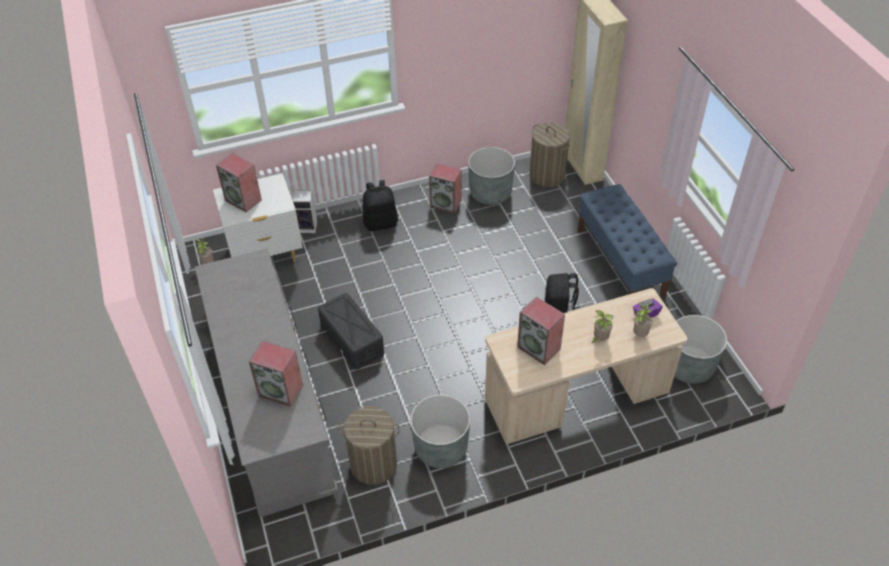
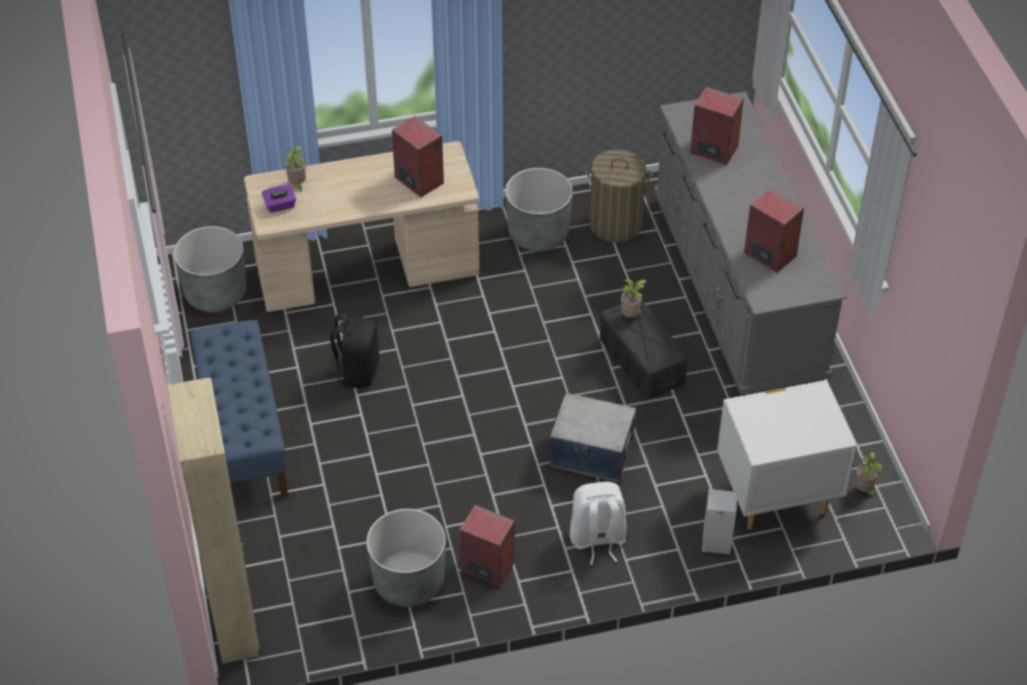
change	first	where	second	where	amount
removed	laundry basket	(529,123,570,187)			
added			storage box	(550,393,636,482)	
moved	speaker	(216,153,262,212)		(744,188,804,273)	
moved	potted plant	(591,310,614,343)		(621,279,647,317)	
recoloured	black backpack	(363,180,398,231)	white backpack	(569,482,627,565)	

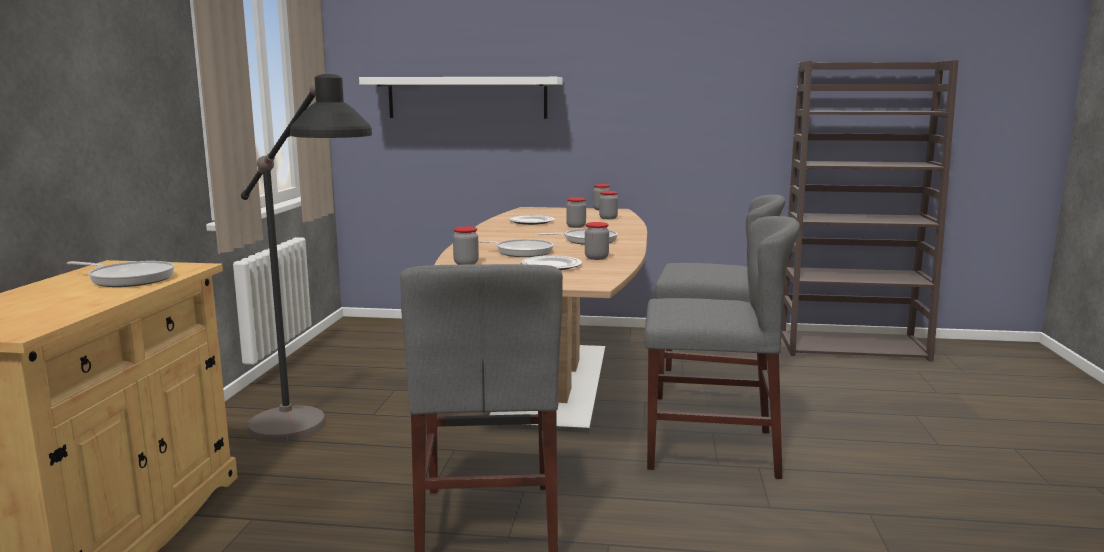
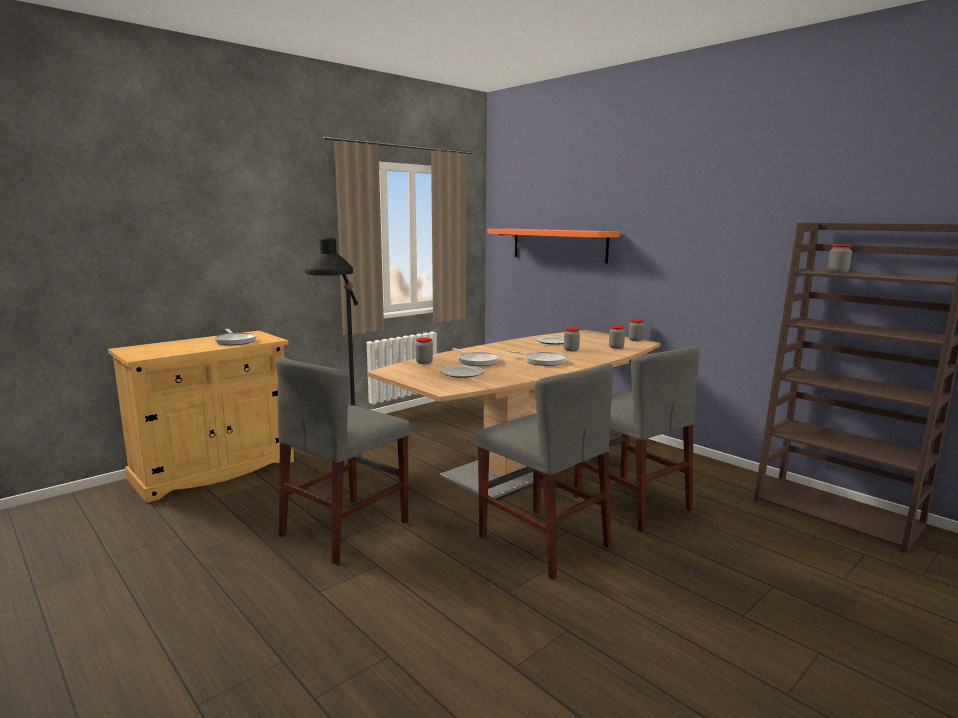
change	first	where	second	where	amount
moved	jar	(585,222,609,260)		(828,244,852,273)	
recoloured	white shelf	(359,77,563,119)	orange shelf	(487,229,620,264)	

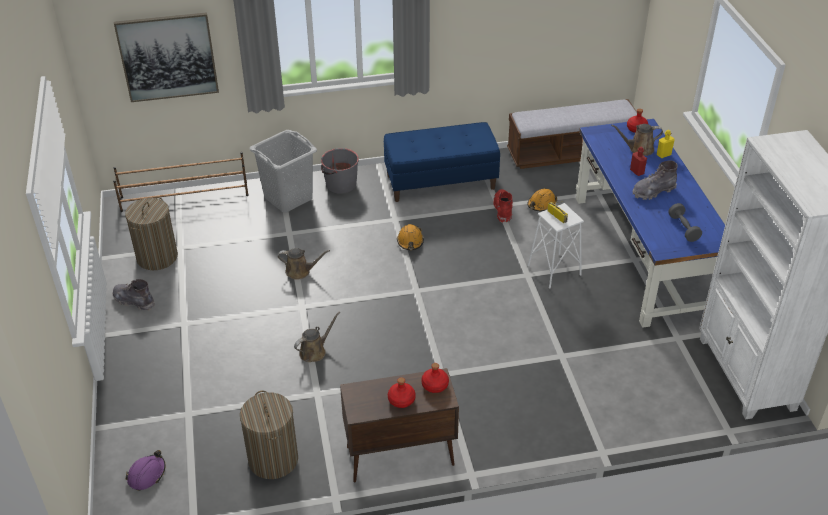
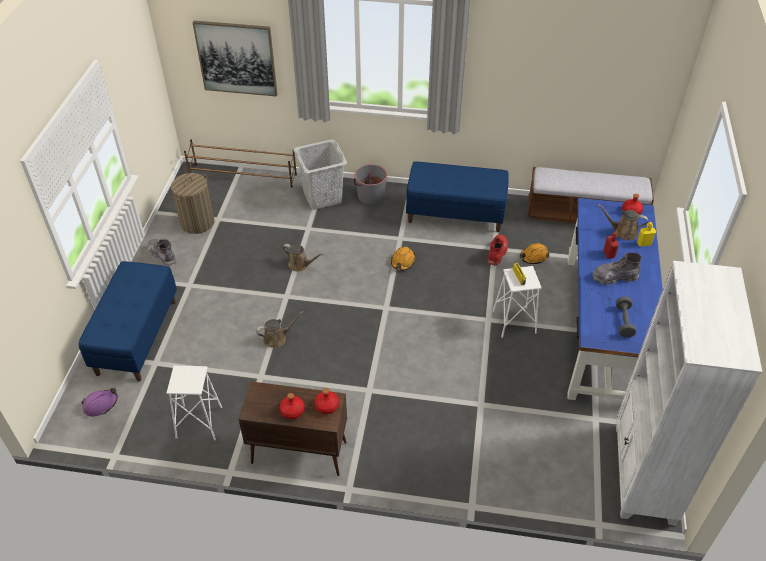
change	first	where	second	where	amount
added			blue bench	(78,261,177,382)	
replaced	laundry basket	(240,390,298,479)	white stool	(167,366,222,440)	

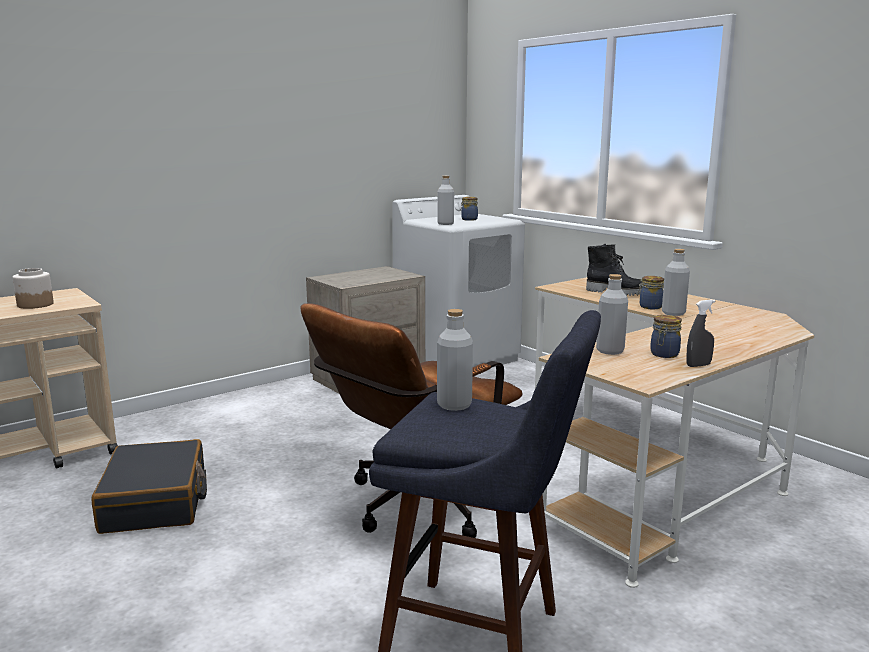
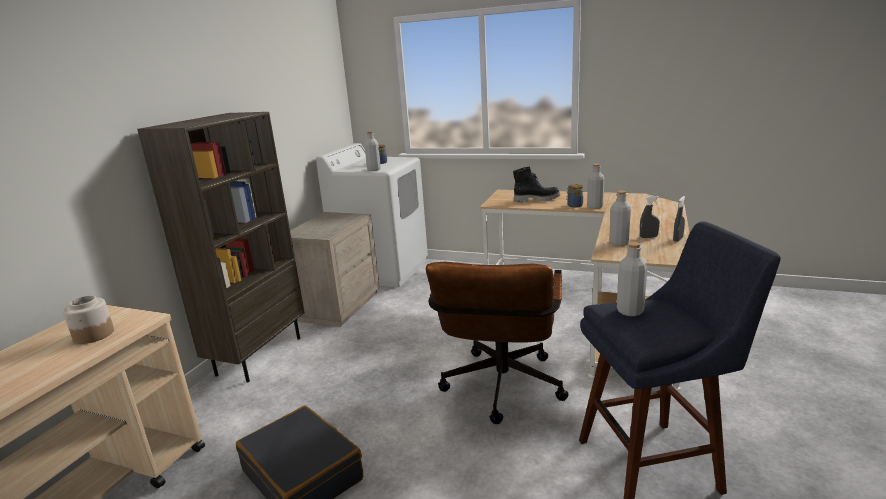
change	first	where	second	where	amount
added			brown bookcase	(137,112,305,383)	
replaced	jar	(650,315,682,358)	grey spray bottle	(640,196,660,238)	

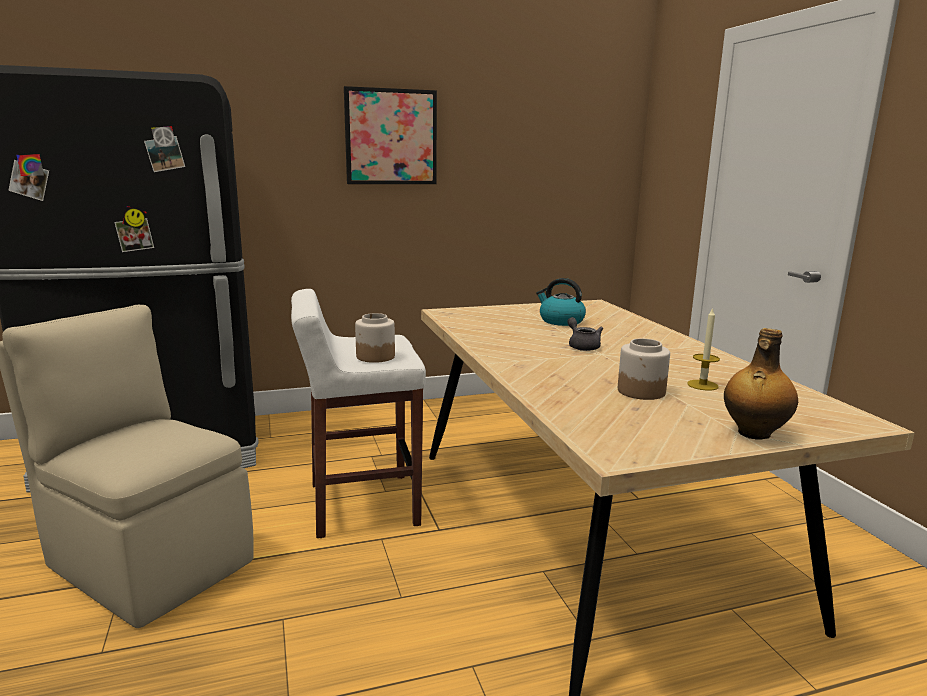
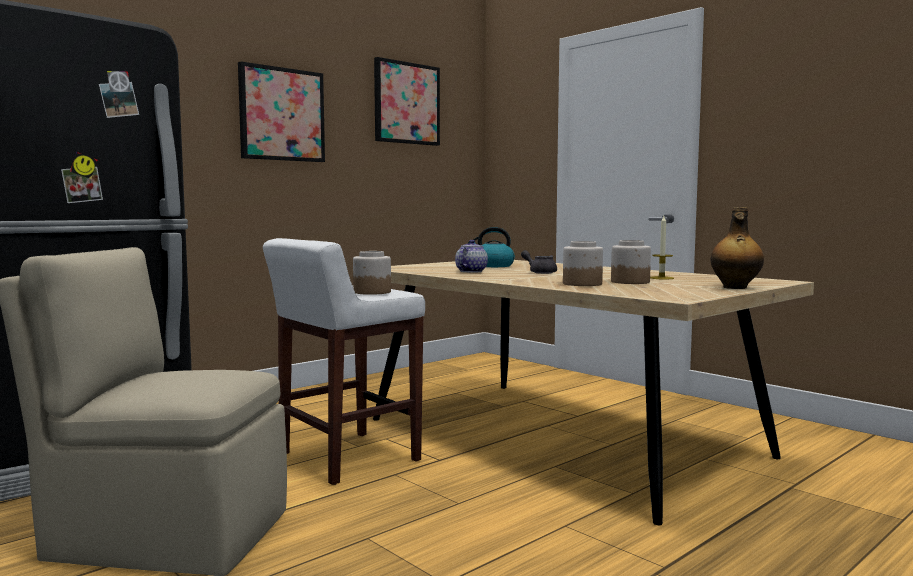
change	first	where	second	where	amount
added			picture	(374,57,440,146)	
added			teapot	(455,240,488,273)	
added			jar	(563,241,603,286)	

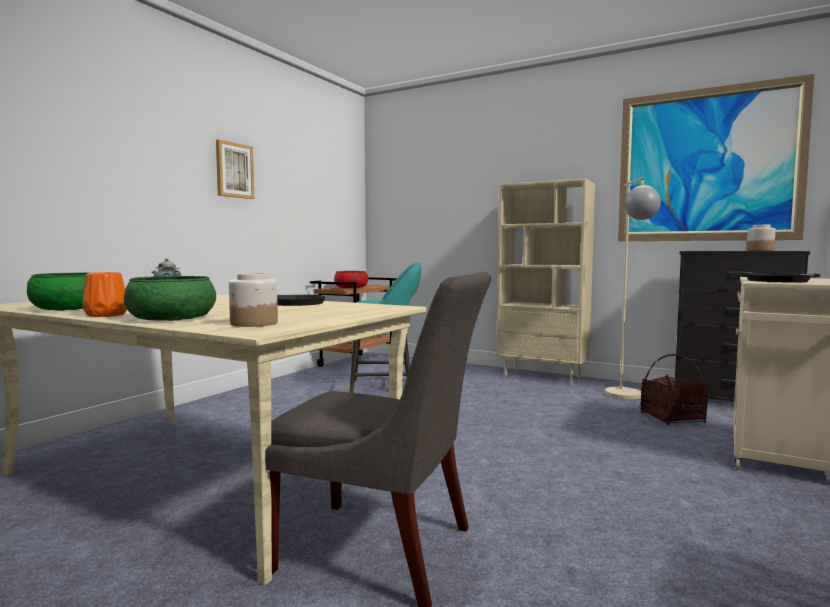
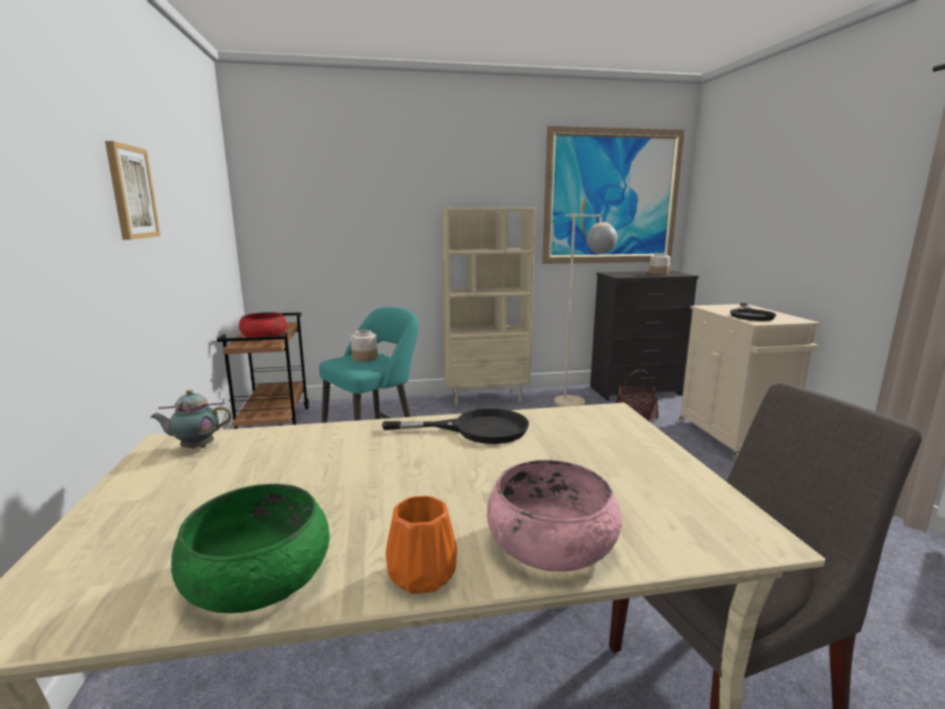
change	first	where	second	where	amount
moved	jar	(229,273,278,327)		(351,330,378,362)	
recoloured	green bowl	(124,276,216,321)	pink bowl	(487,460,623,571)	

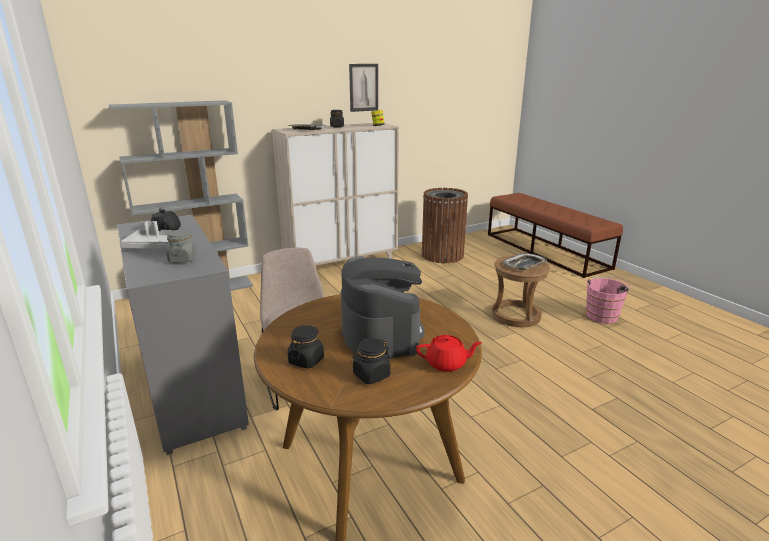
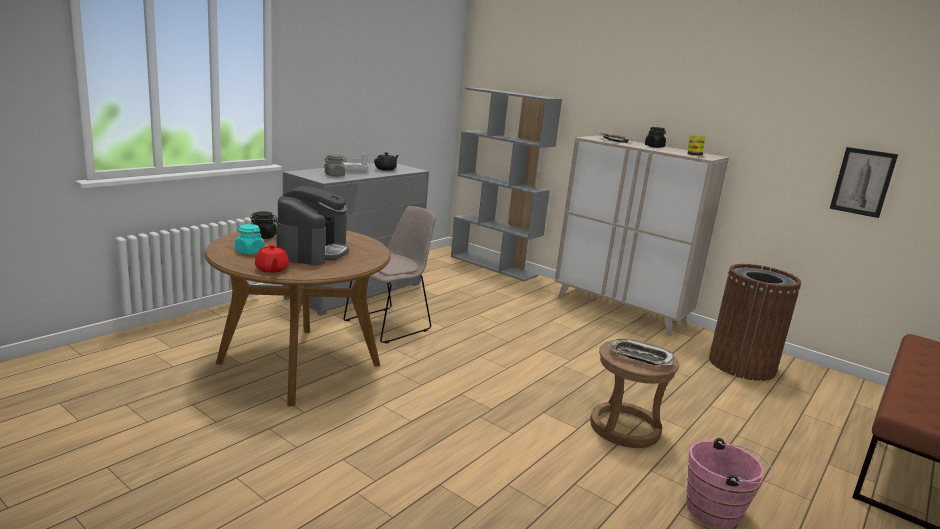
change	first	where	second	where	amount
moved	picture	(349,64,378,112)		(830,147,898,218)	
recoloured	black jar	(352,338,390,384)	turquoise jar	(235,224,264,254)	
turned	coffee machine	(341,256,425,359)		(276,186,349,265)	45 degrees counterclockwise

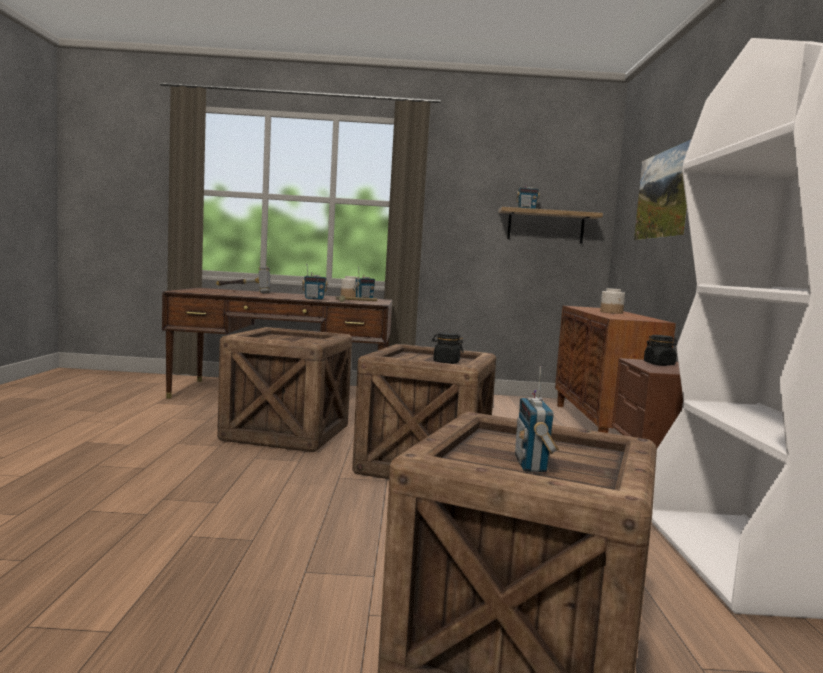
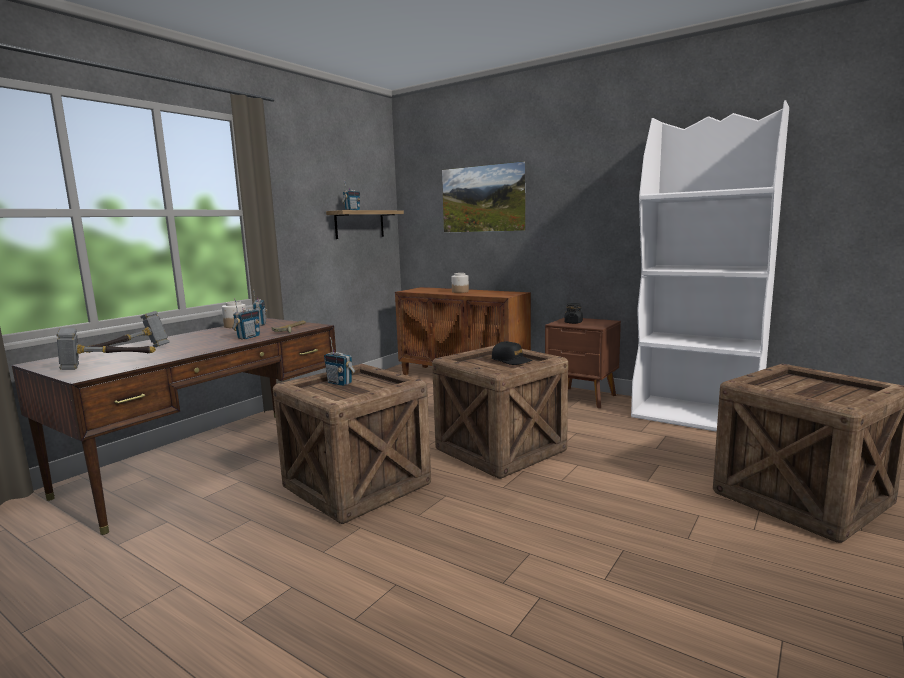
change	first	where	second	where	amount
added			hammer	(57,328,156,370)	
moved	radio	(515,366,559,473)		(324,337,356,386)	
replaced	black jar	(431,332,463,364)	black cap	(492,341,532,365)	

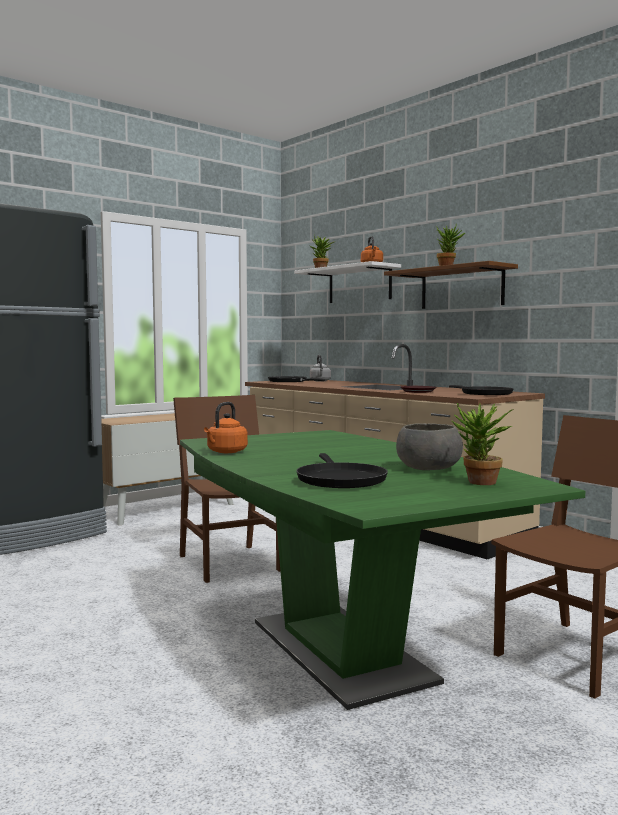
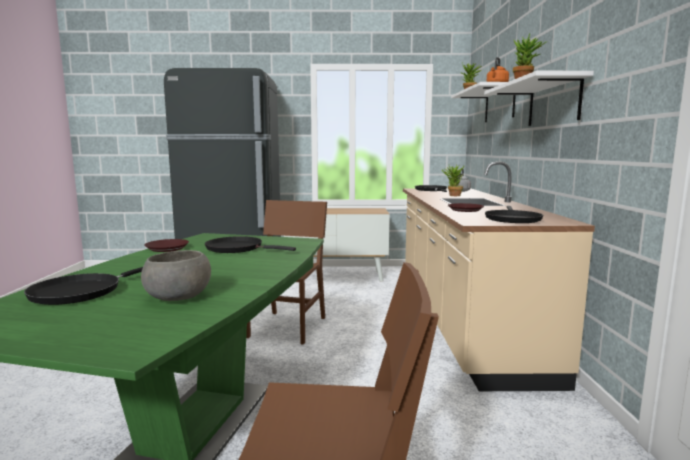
change	first	where	second	where	amount
added			black frying pan	(205,236,296,253)	
moved	potted plant	(452,403,514,485)		(441,165,465,196)	
replaced	orange kettle	(204,402,248,453)	brown plate	(144,239,189,252)	
recoloured	brown shelf	(384,261,518,309)	white shelf	(484,71,594,126)	

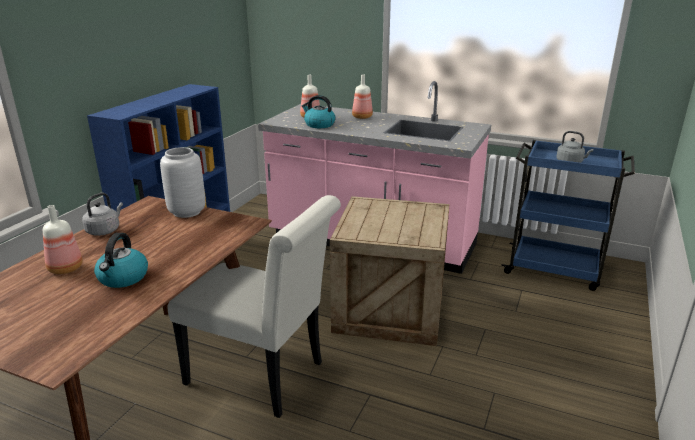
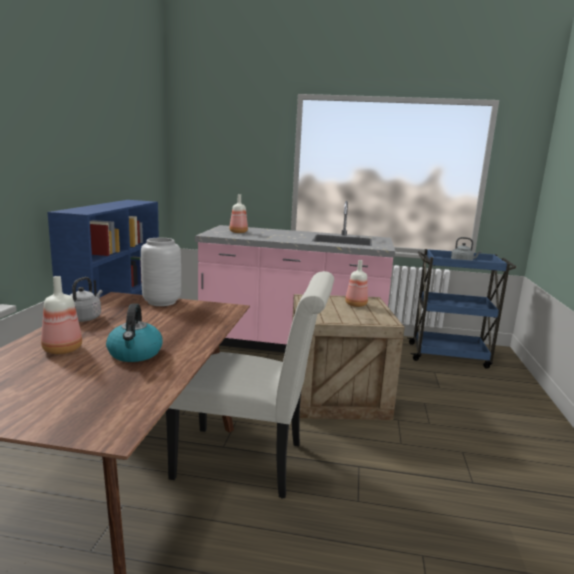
change	first	where	second	where	amount
removed	kettle	(302,95,336,128)			
moved	bottle	(352,74,373,119)		(345,260,368,307)	

